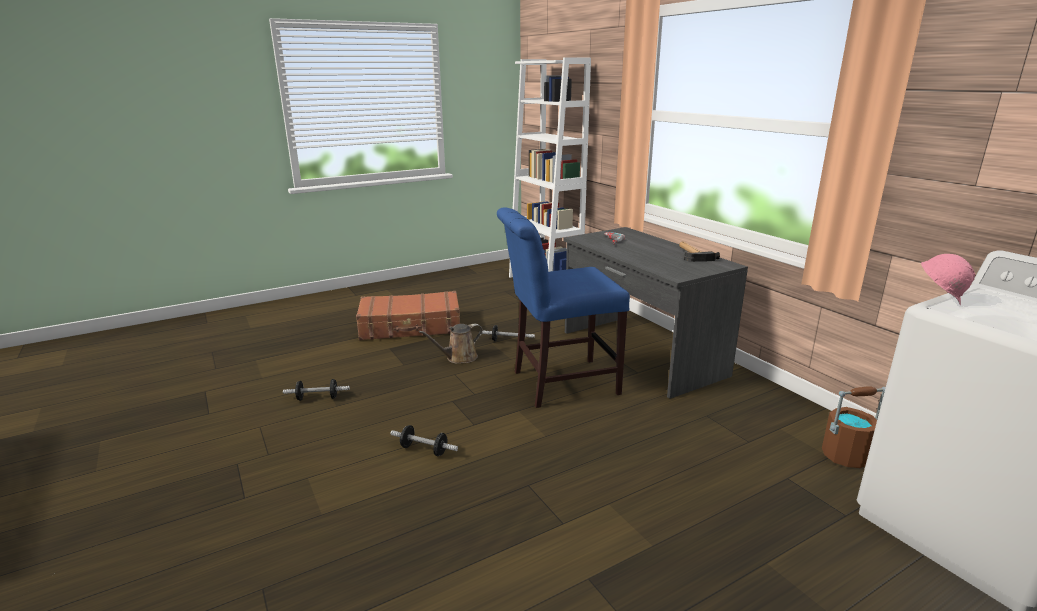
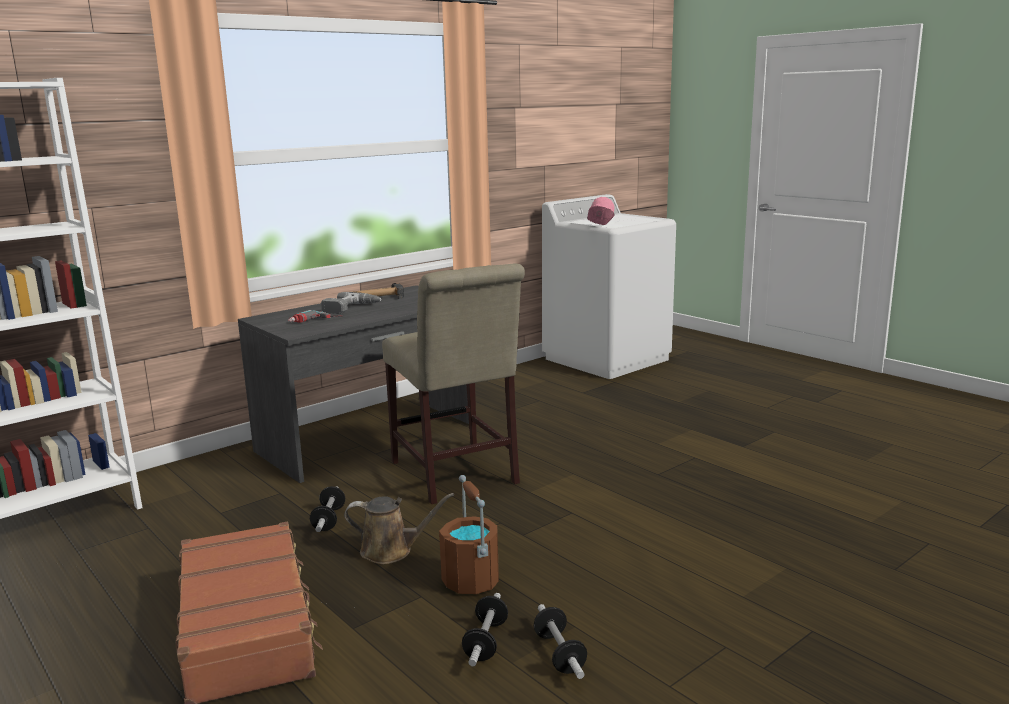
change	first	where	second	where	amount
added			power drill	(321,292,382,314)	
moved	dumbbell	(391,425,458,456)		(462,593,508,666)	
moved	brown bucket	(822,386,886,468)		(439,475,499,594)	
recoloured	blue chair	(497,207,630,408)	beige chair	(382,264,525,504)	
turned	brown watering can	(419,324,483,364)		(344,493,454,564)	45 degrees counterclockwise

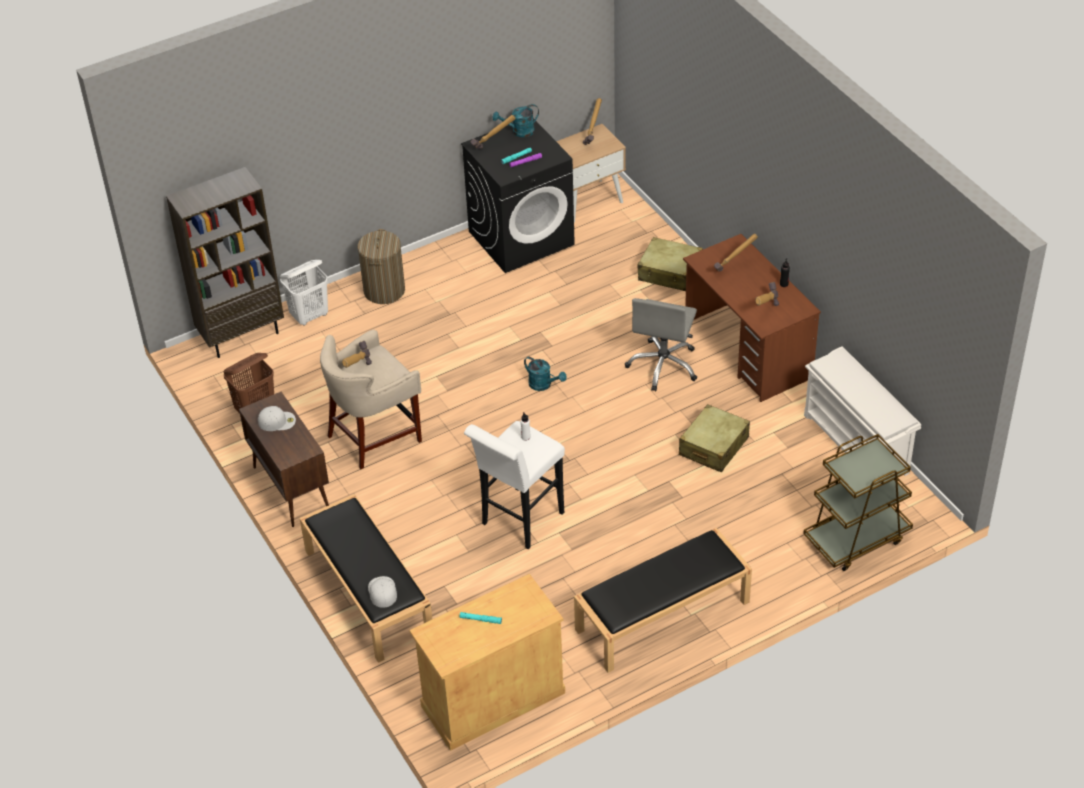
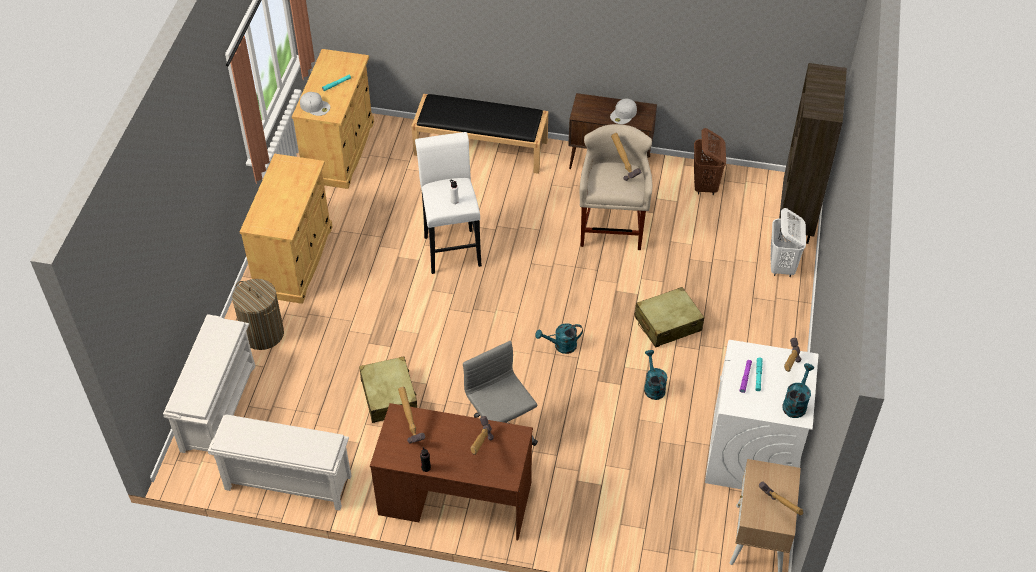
change	first	where	second	where	amount
added			turquoise watering can	(644,350,667,400)	
moved	laundry basket	(358,229,405,304)		(232,279,284,350)	
moved	white cap	(368,576,397,608)		(300,92,330,116)	
moved	beige suitcase	(637,237,703,291)		(634,287,704,348)	
replaced	black bench	(574,528,752,673)	beige cabinet	(240,154,333,304)	
replaced	brown cart	(803,434,913,571)	white shoe rack	(163,314,255,458)	
recoloured	black washing machine	(461,118,575,273)	white washing machine	(705,340,819,489)	

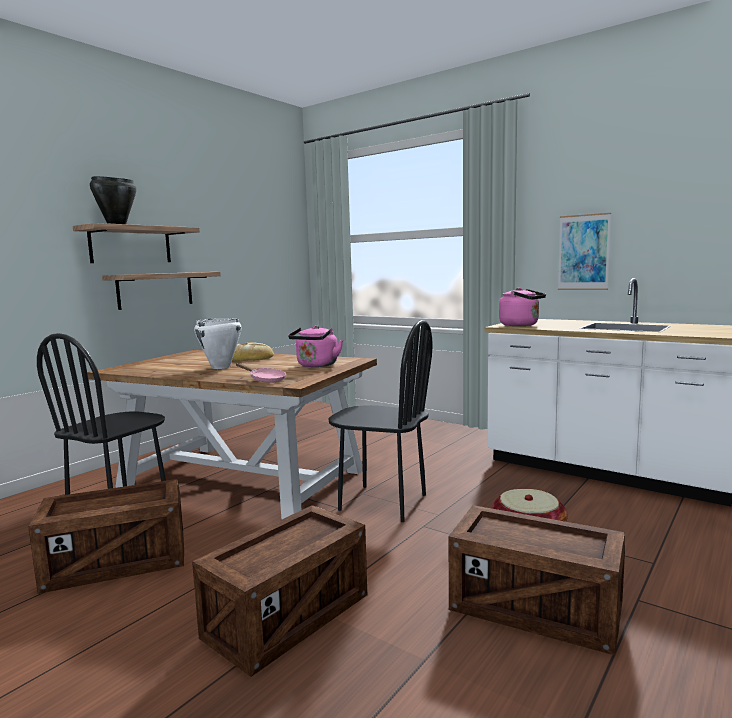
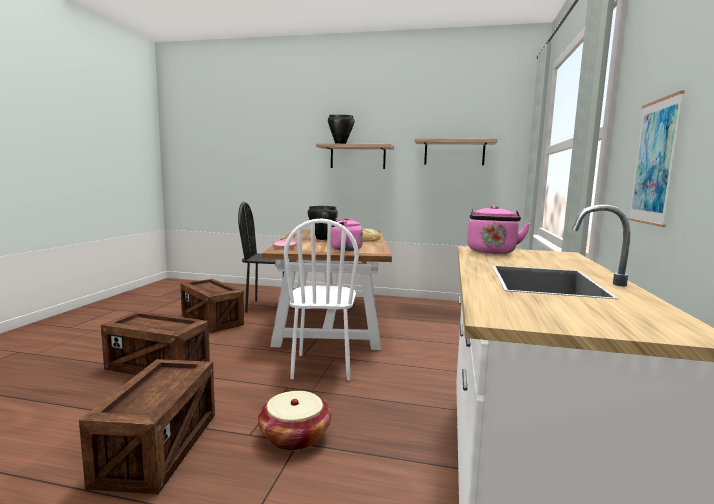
change	first	where	second	where	amount
moved	shelf	(102,272,221,310)		(415,138,498,165)	
recoloured	white cooking pot	(194,318,241,369)	black cooking pot	(308,206,338,240)	
recoloured	black chair	(328,320,432,522)	white chair	(284,218,359,380)	

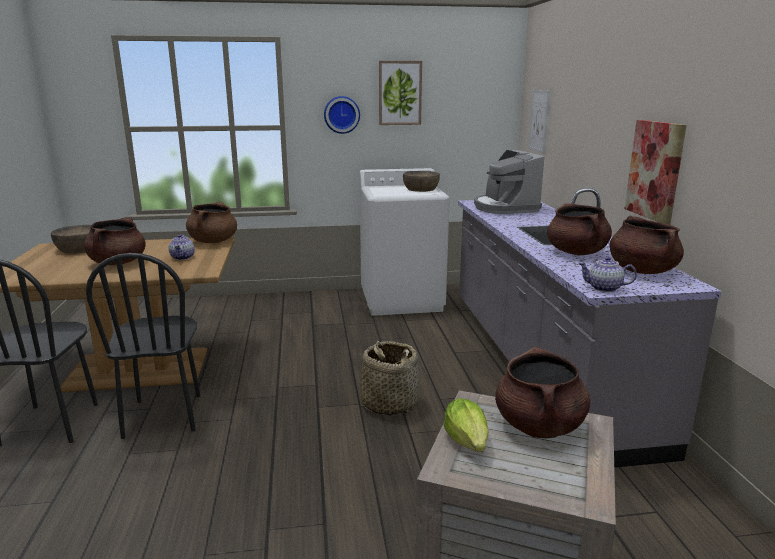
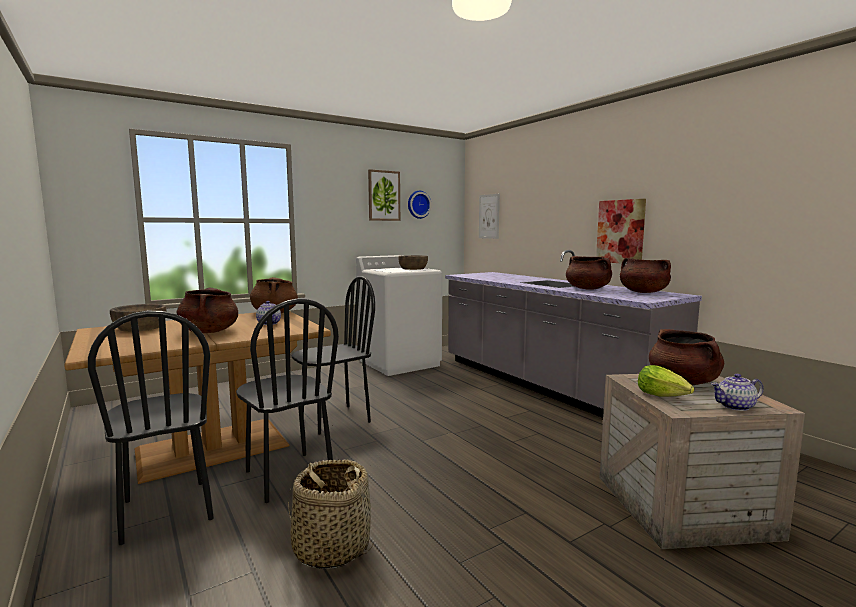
change	first	where	second	where	amount
removed	coffee machine	(474,150,544,214)			
added			black chair	(291,276,375,435)	
moved	wall clock	(324,96,360,134)		(408,191,432,219)	
moved	basket	(361,341,419,416)		(288,459,373,569)	
moved	teapot	(578,257,637,292)		(711,374,764,411)	

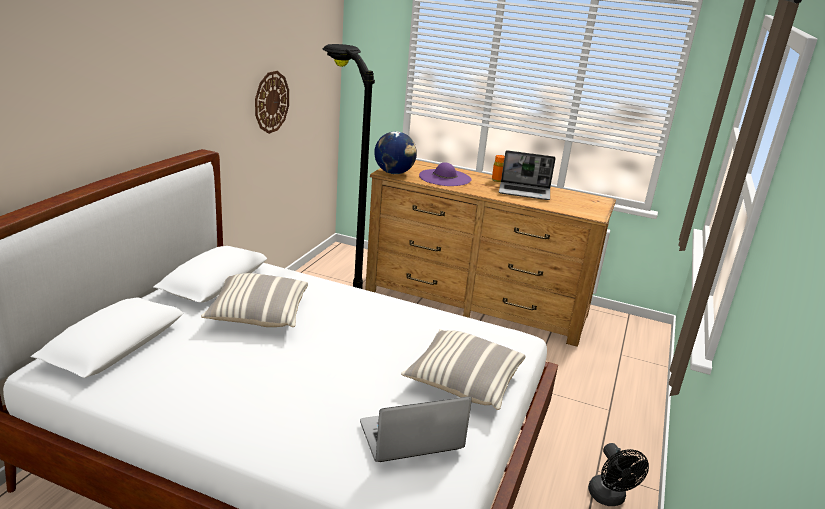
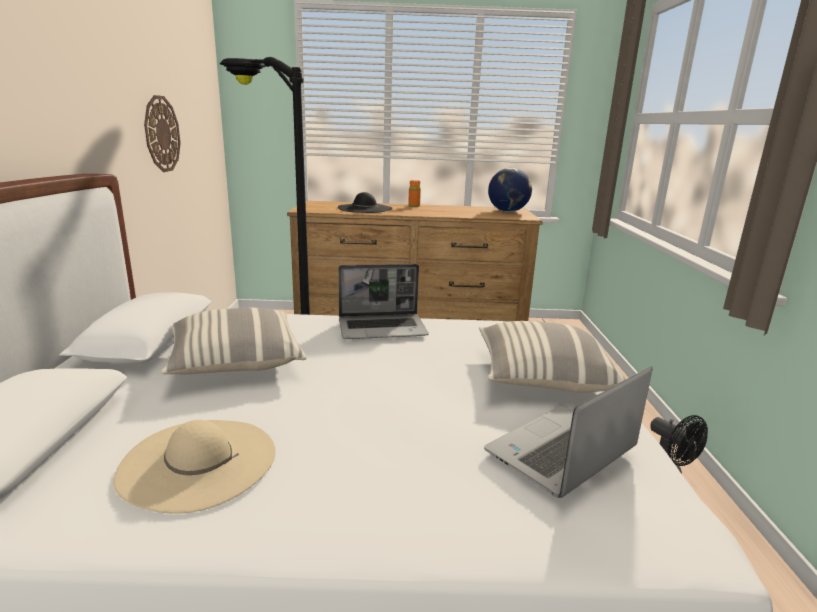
change	first	where	second	where	amount
added			beige hat	(113,420,276,514)	
moved	globe	(374,131,417,174)		(488,168,532,212)	
moved	laptop	(499,150,556,200)		(338,264,428,339)	
recoloured	purple hat	(419,162,471,186)	black hat	(338,192,392,213)	

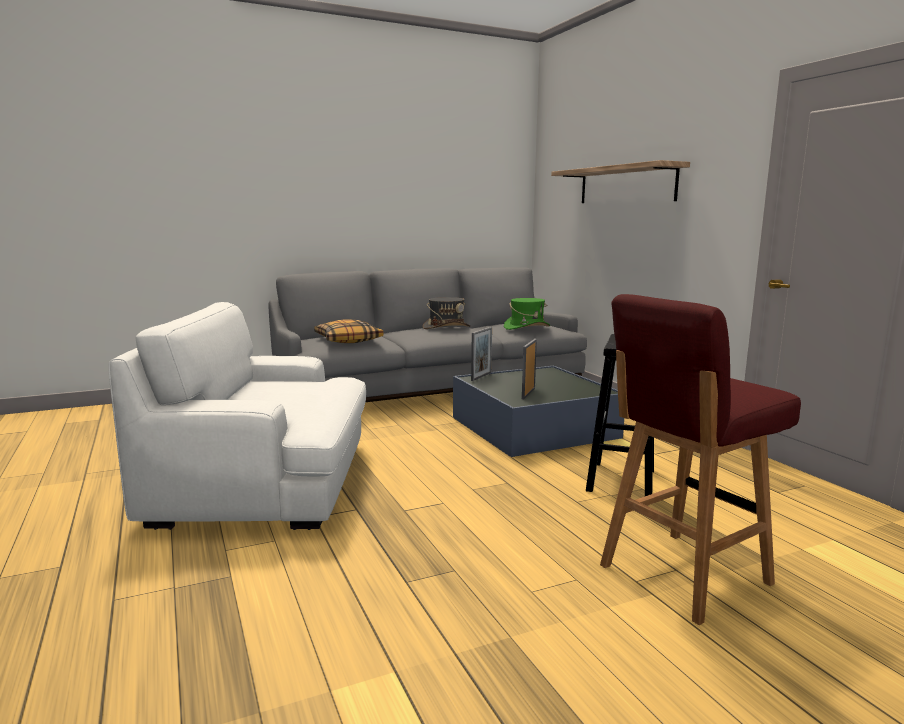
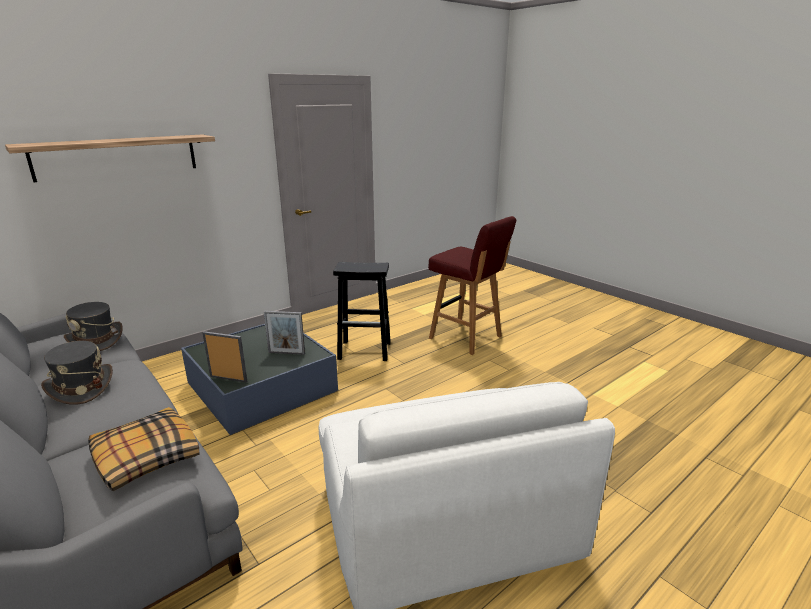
change	first	where	second	where	amount
recoloured	green hat	(504,298,550,330)	grey hat	(64,302,123,351)	

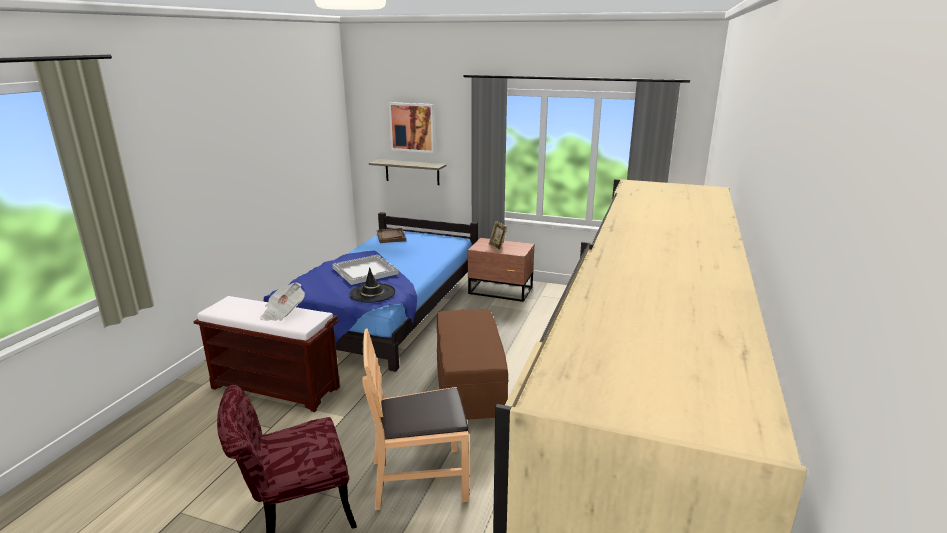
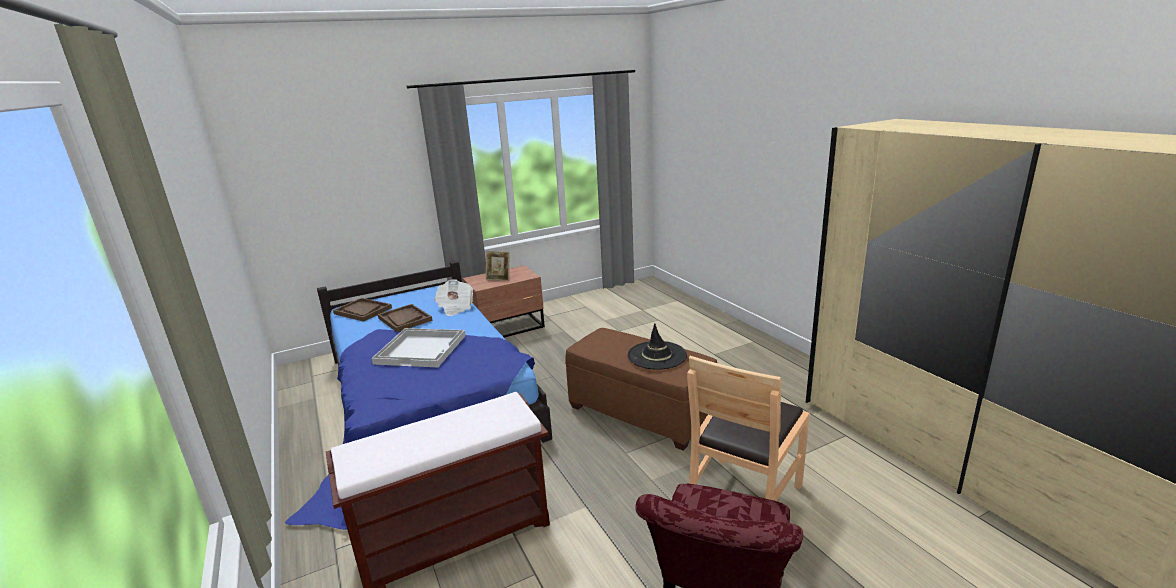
change	first	where	second	where	amount
removed	shelf	(369,159,447,185)			
removed	picture	(389,102,435,153)			
added			brown tray	(378,304,432,332)	
moved	newspaper	(260,283,305,321)		(434,279,473,316)	
moved	black hat	(349,267,396,303)		(627,323,687,370)	

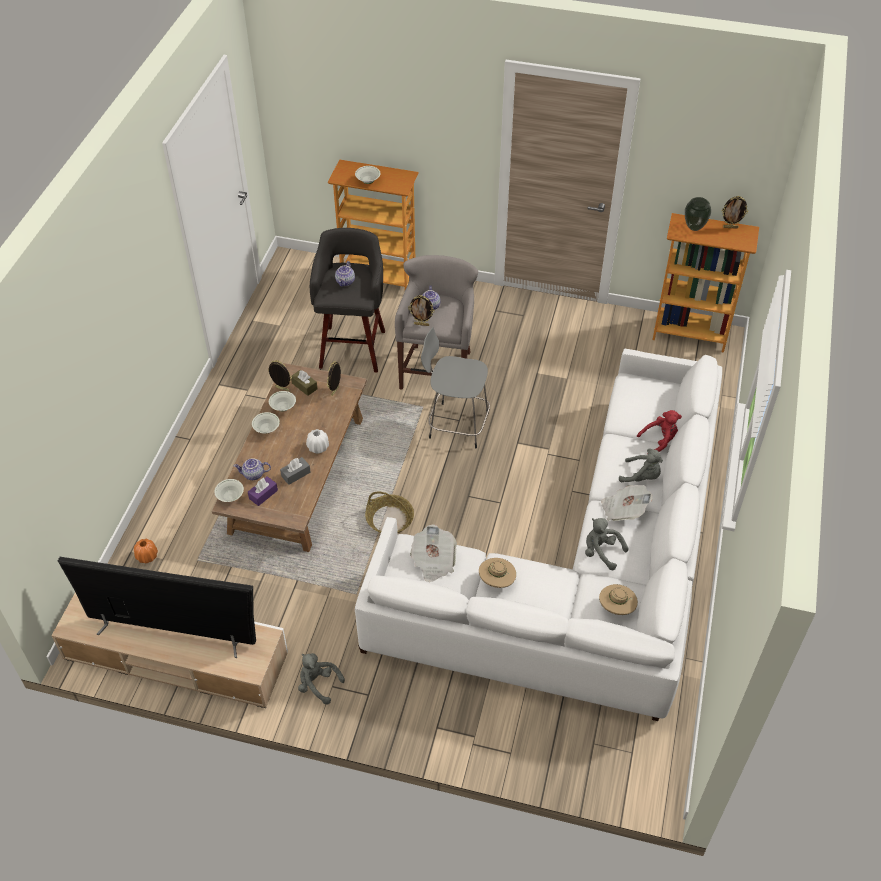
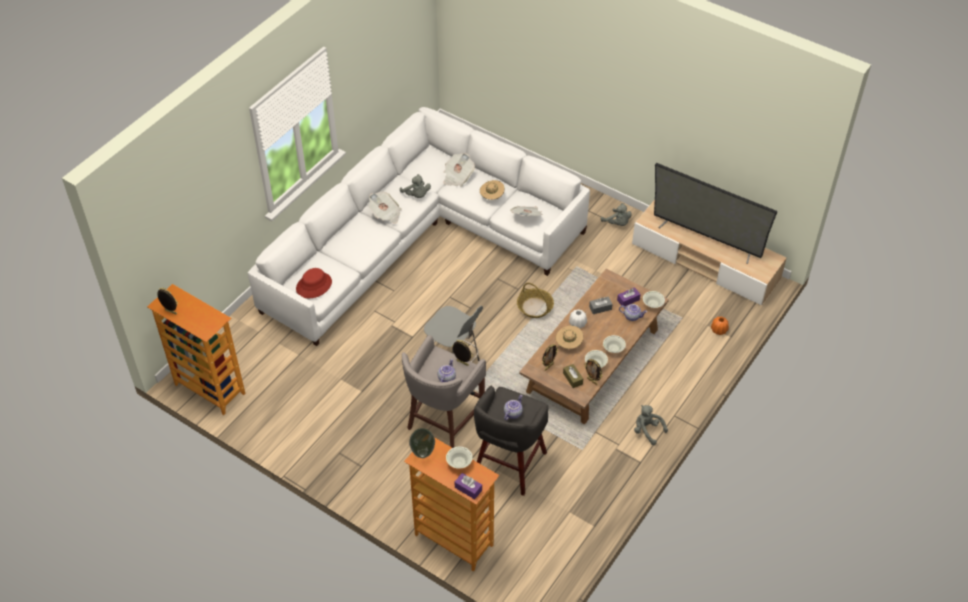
change	first	where	second	where	amount
removed	red plush toy	(637,410,682,452)			
added			red hat	(296,268,332,298)	
added			newspaper	(443,153,475,187)	
added			purple tissue box	(455,473,482,499)	
moved	beige hat	(599,584,638,615)		(556,326,583,349)	
moved	grey plush toy	(619,449,663,482)		(634,405,668,445)	
moved	vase	(685,197,711,231)		(409,428,435,458)	

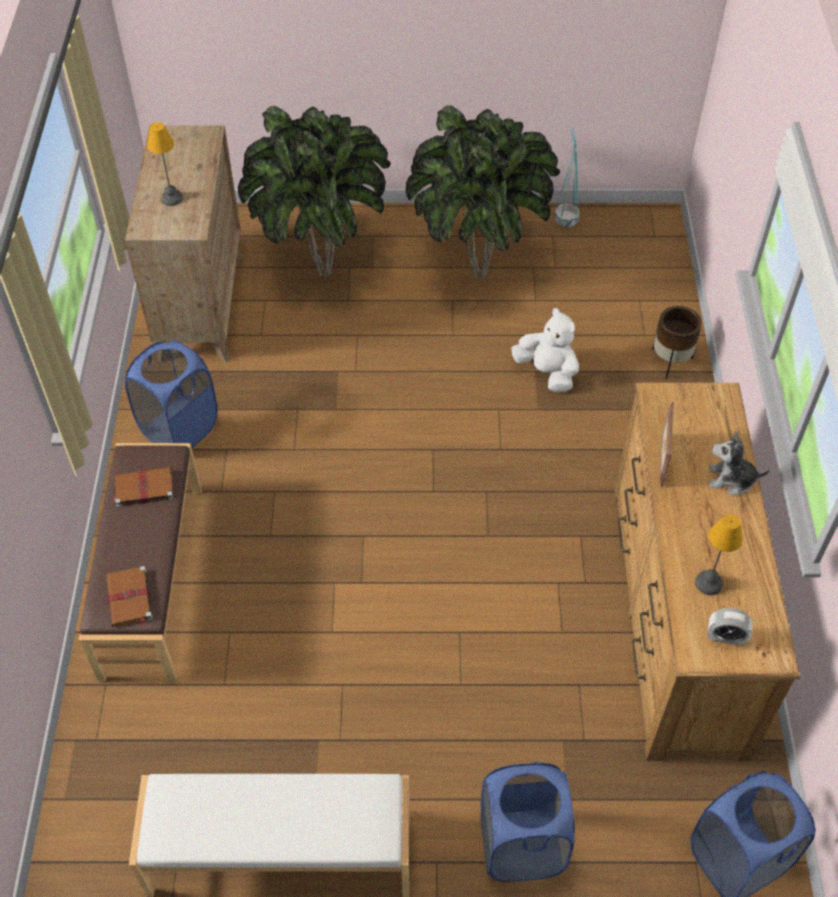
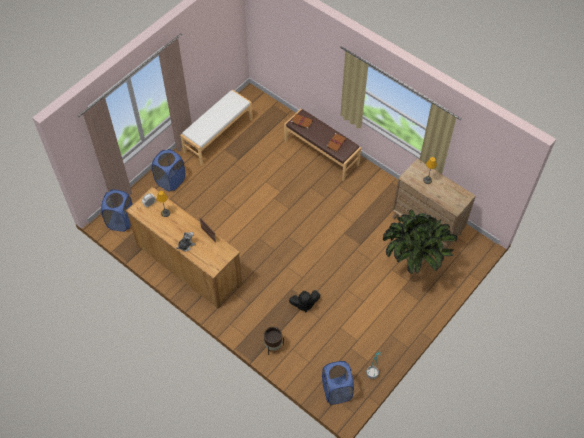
change	first	where	second	where	amount
removed	potted plant	(406,105,560,280)			
moved	blue laundry basket	(125,340,218,448)		(322,361,354,405)	
recoloured	white plush toy	(511,308,579,392)	black plush toy	(289,290,320,312)	

